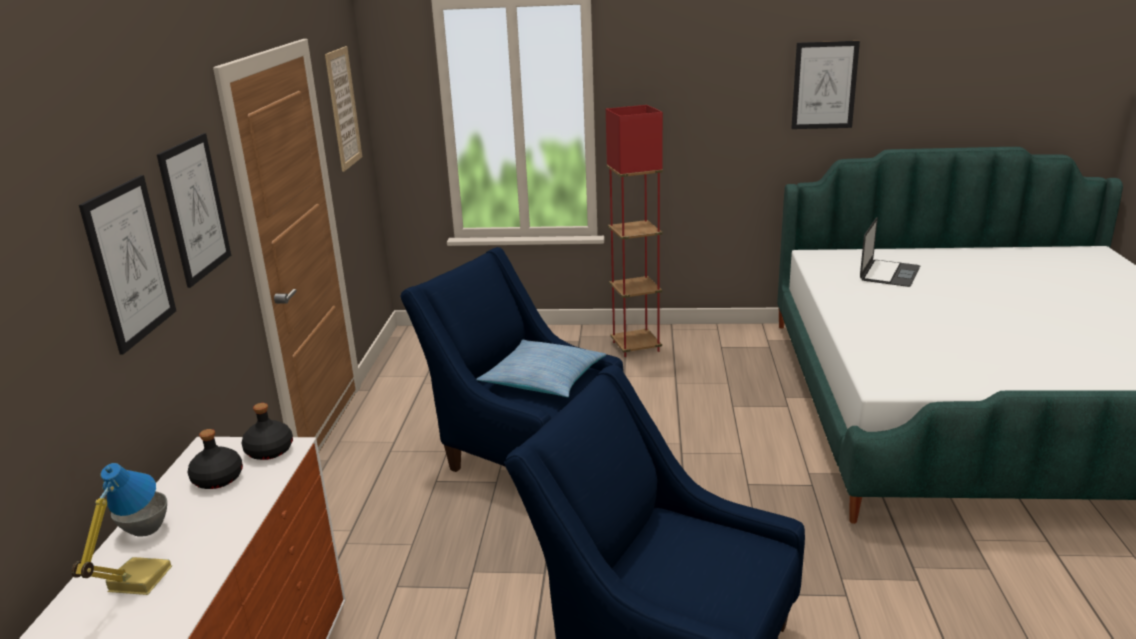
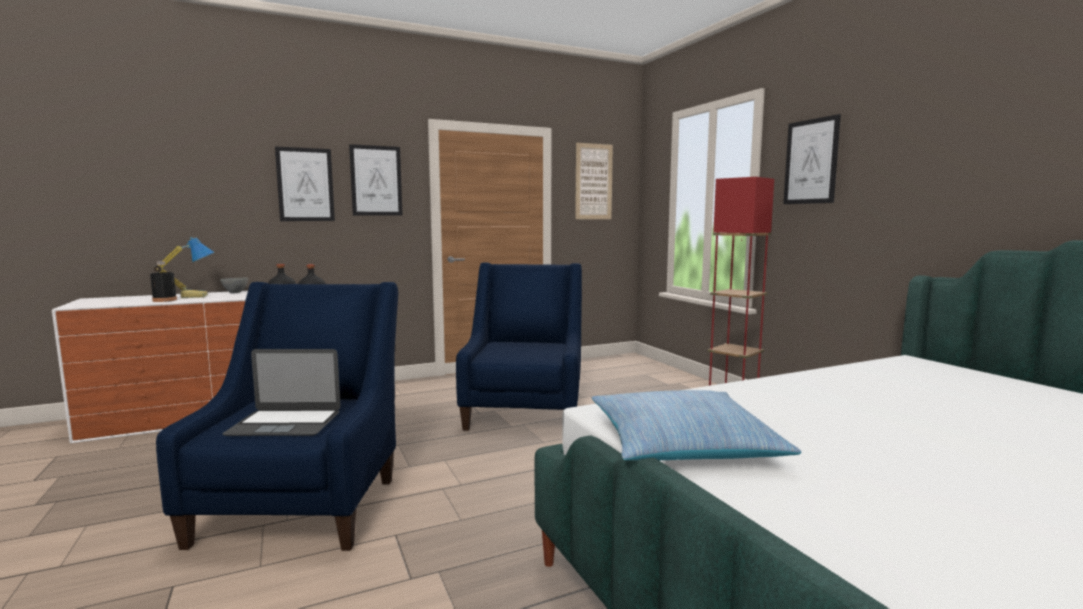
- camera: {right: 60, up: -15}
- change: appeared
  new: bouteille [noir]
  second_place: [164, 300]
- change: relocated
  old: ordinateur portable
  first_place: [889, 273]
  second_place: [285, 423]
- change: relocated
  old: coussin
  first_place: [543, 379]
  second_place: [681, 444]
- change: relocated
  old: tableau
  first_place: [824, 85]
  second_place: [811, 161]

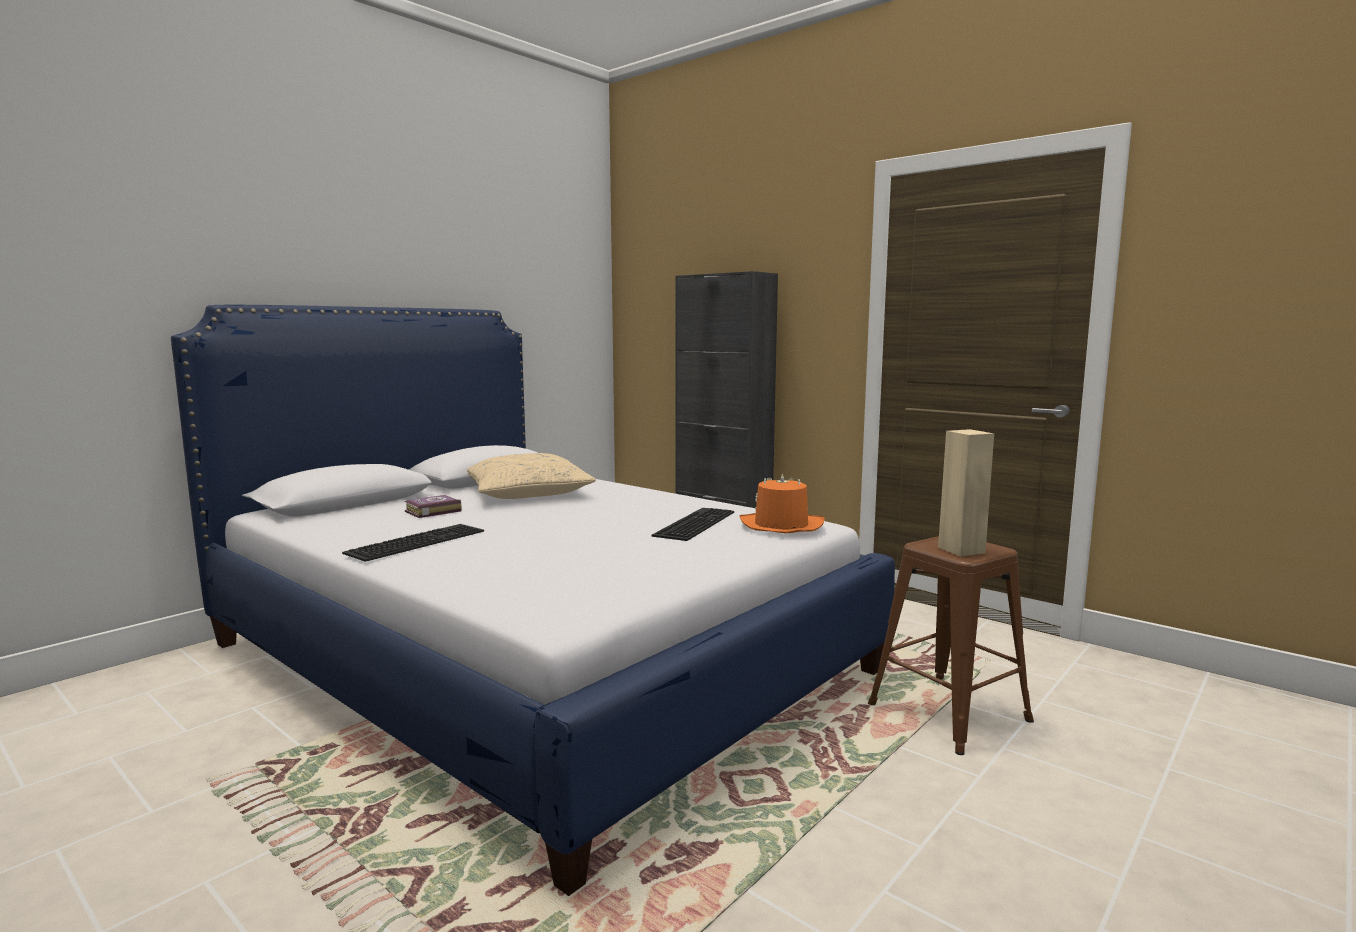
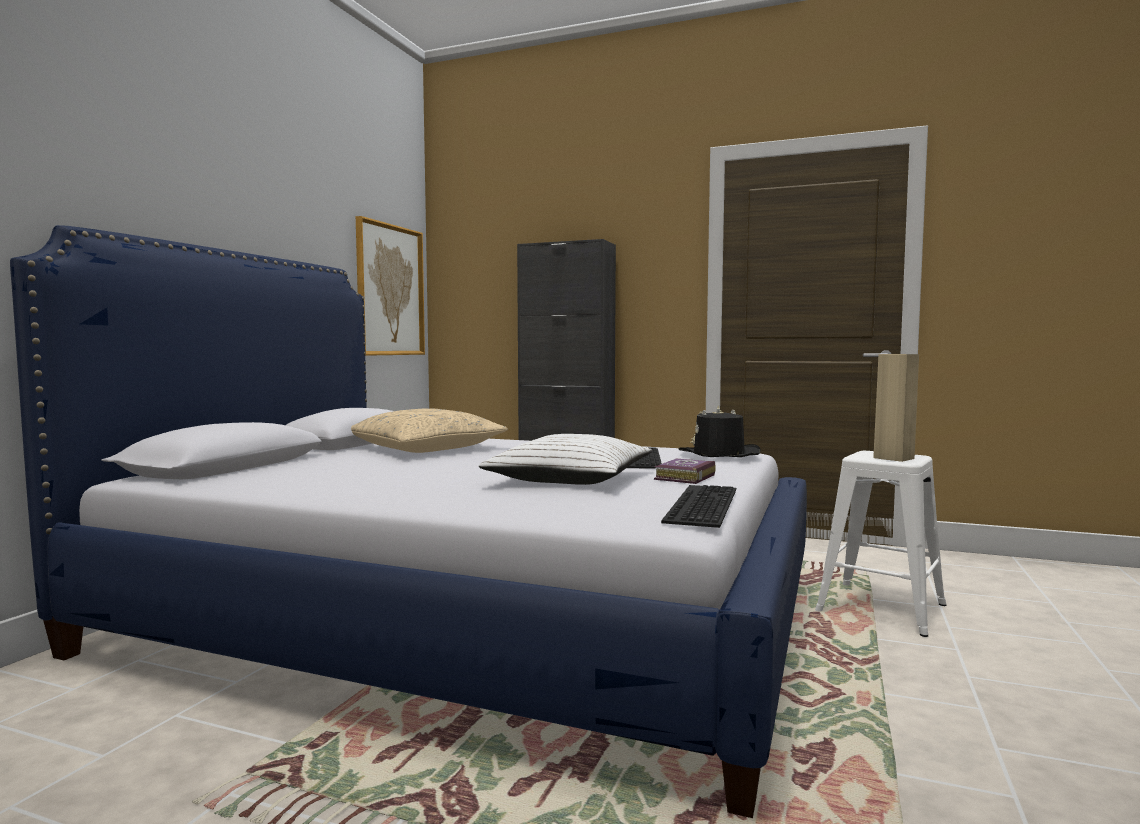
- camera: {right: -20, up: -5}
- change: appeared
  new: tableau
  second_place: [390, 290]
- change: appeared
  new: coussin [blanc]
  second_place: [569, 478]
- change: relocated
  old: livre
  first_place: [431, 511]
  second_place: [683, 477]
- change: relocated
  old: clavier
  first_place: [416, 541]
  second_place: [699, 504]
- change: colour
  old: chapeau [orange]
  new: chapeau [noir]
  first_place: [781, 525]
  second_place: [719, 454]
- change: colour
  old: tabouret [marron]
  new: tabouret [blanc]
  first_place: [948, 711]
  second_place: [880, 607]

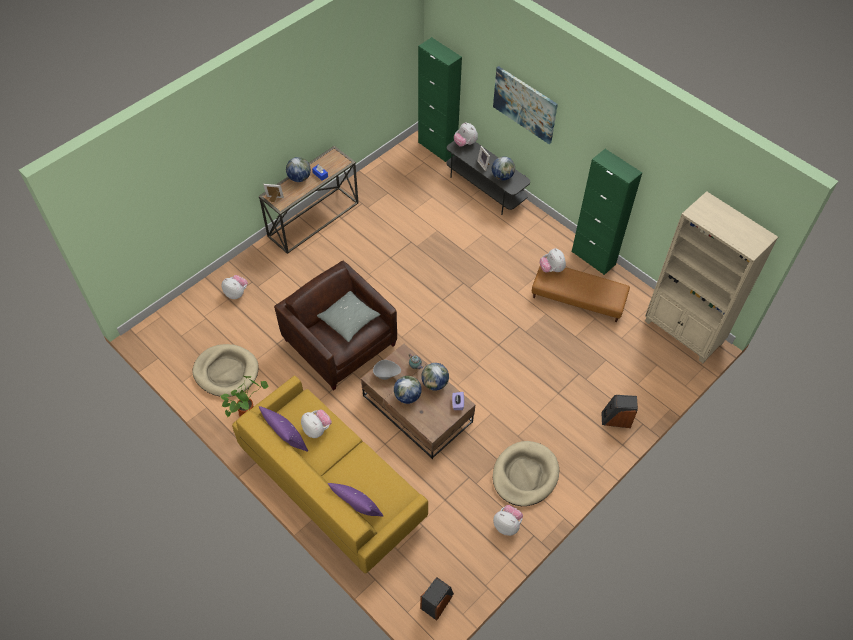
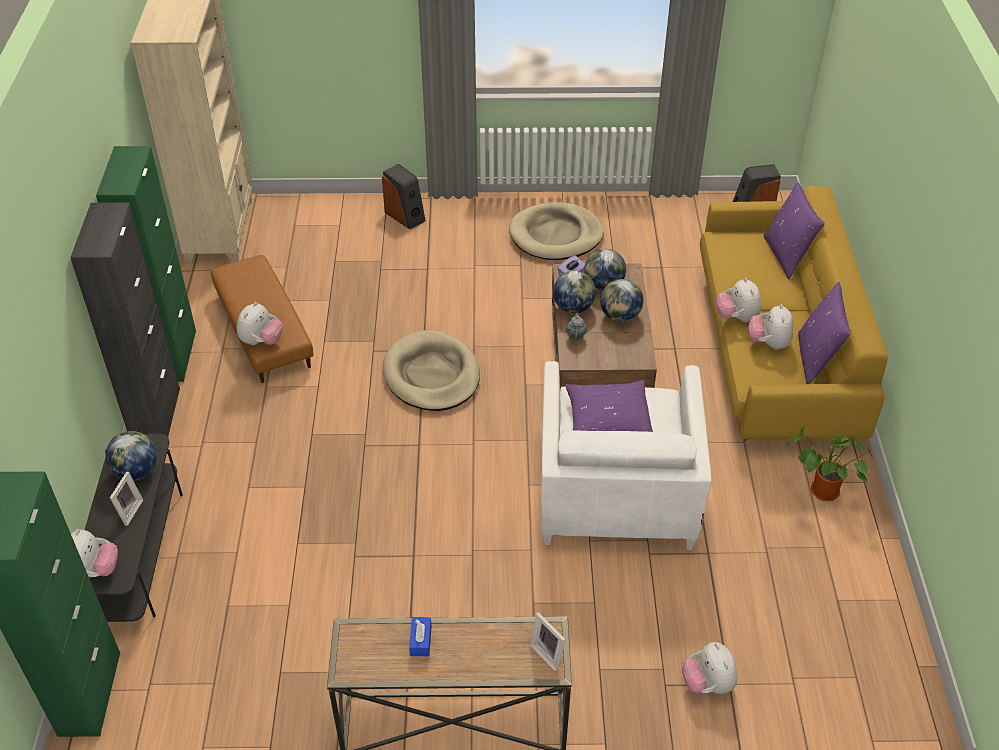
- camera: {right: -135, up: -10}
- change: appeared
  new: meuble de rangement [noir]
  second_place: [156, 416]
- change: relocated
  old: panier pour chien [beige]
  first_place: [226, 372]
  second_place: [432, 375]
- change: colour
  old: fauteuil [marron]
  new: fauteuil [blanc]
  first_place: [340, 342]
  second_place: [615, 490]
- change: colour
  old: coussin [gris]
  new: coussin [violet]
  first_place: [349, 319]
  second_place: [608, 421]
- change: relocated
  old: globe
  first_place: [299, 178]
  second_place: [603, 285]
- change: relocated
  old: peluche
  first_place: [507, 525]
  second_place: [736, 317]
- change: missing
  old: bol [gris]
  first_place: [386, 374]
- change: missing
  old: tableau
  first_place: [525, 104]

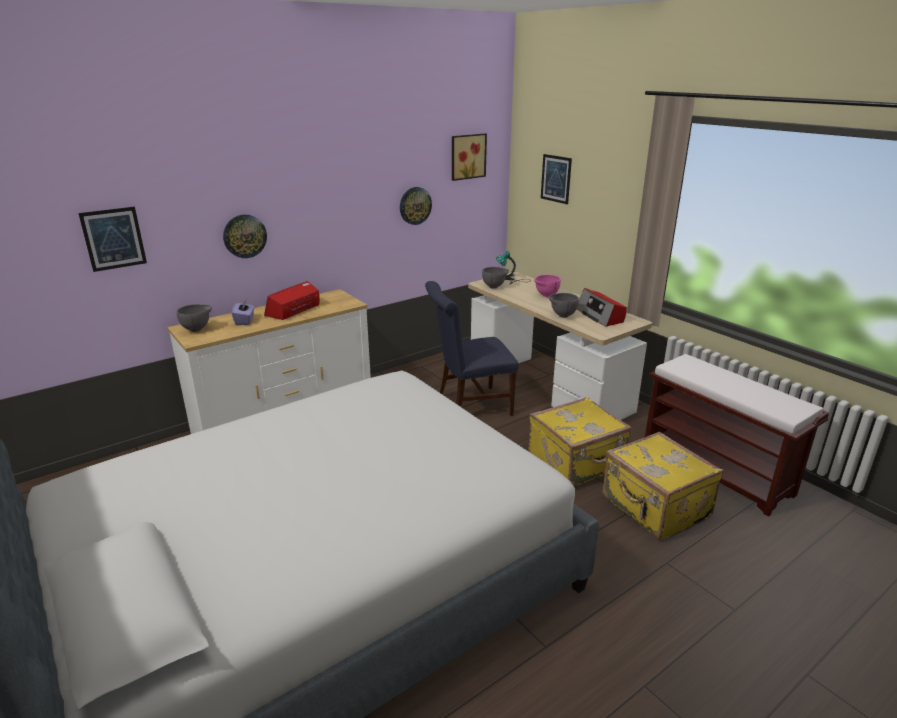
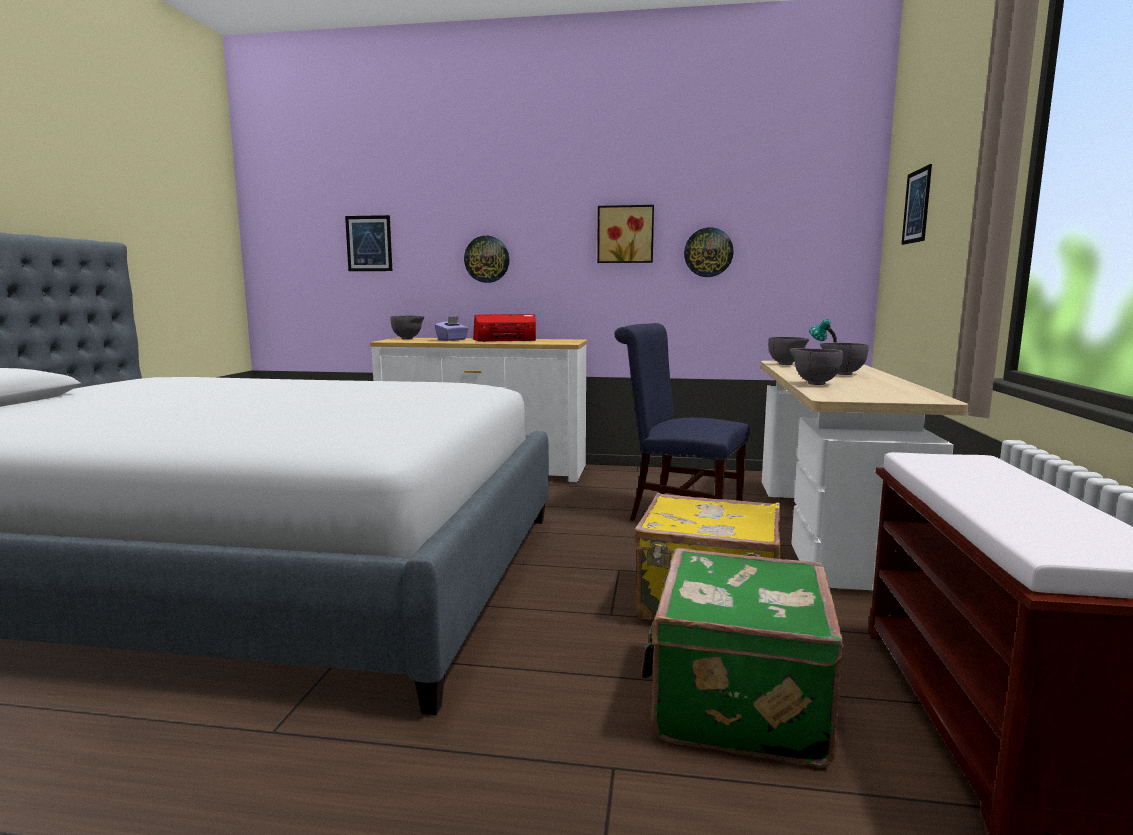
- camera: {right: 45, up: -15}
- change: relocated
  old: tableau
  first_place: [467, 156]
  second_place: [625, 234]
- change: colour
  old: valise [jaune]
  new: valise [vert]
  first_place: [654, 508]
  second_place: [736, 701]
- change: colour
  old: bol [rose]
  new: bol [gris]
  first_place: [545, 296]
  second_place: [841, 374]
- change: missing
  old: radio
  first_place: [600, 316]

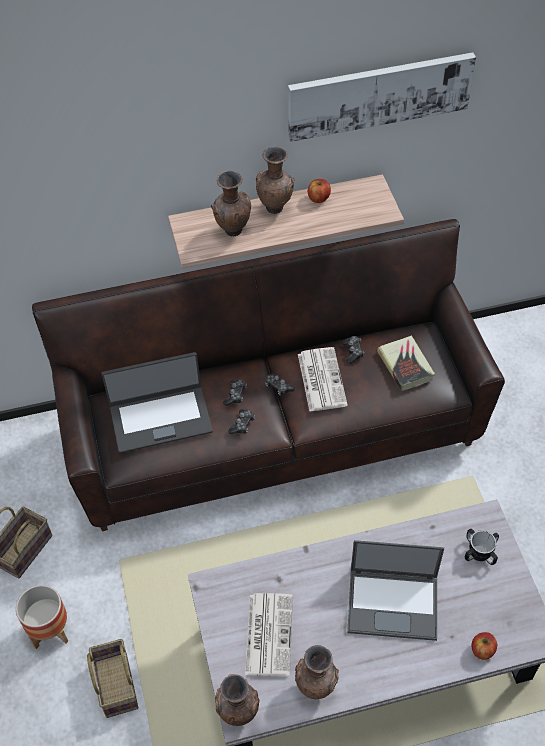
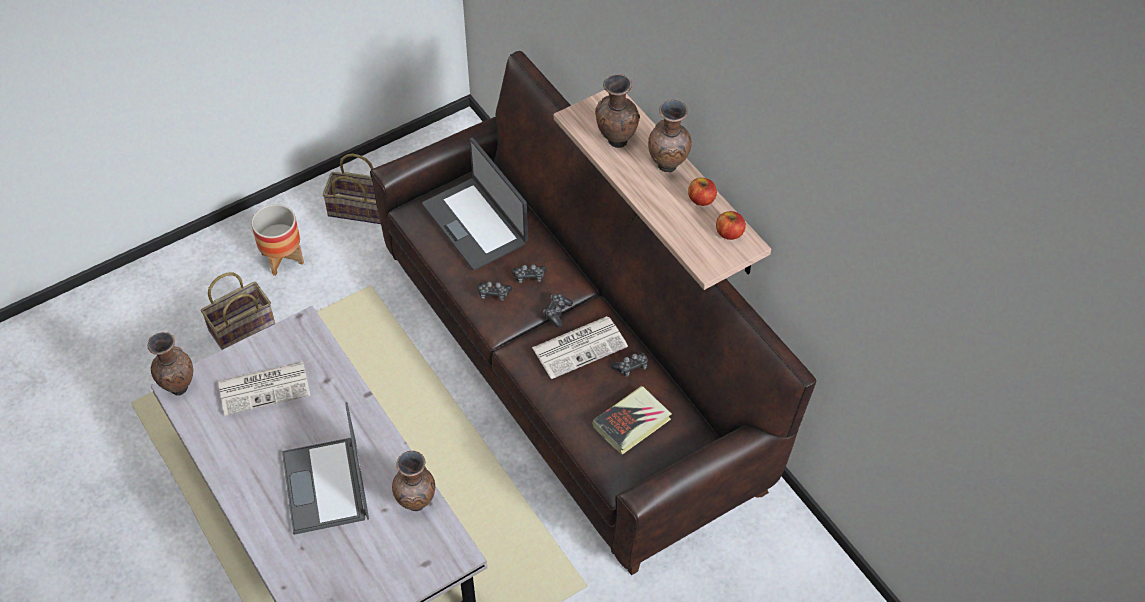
- camera: {right: 70, up: 0}
- change: relocated
  old: vase [marron]
  first_place: [316, 687]
  second_place: [417, 504]
- change: relocated
  old: pomme
  first_place: [482, 650]
  second_place: [729, 233]
- change: missing
  old: tableau
  first_place: [379, 94]
- change: missing
  old: mug
  first_place: [479, 553]

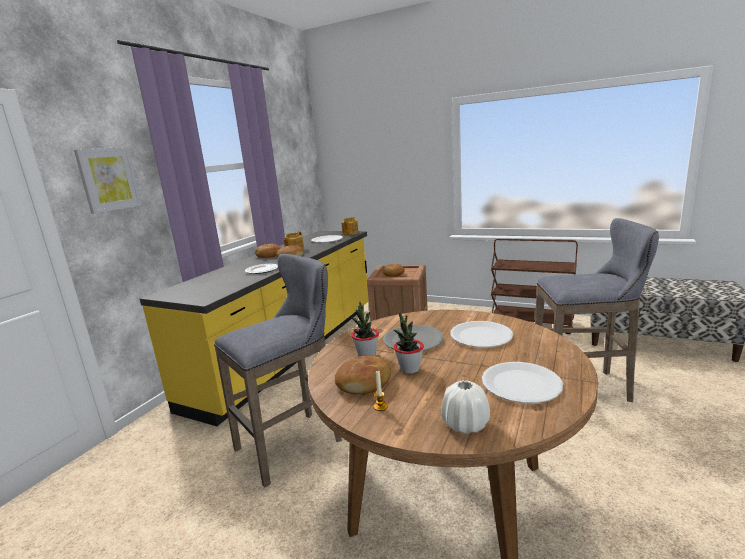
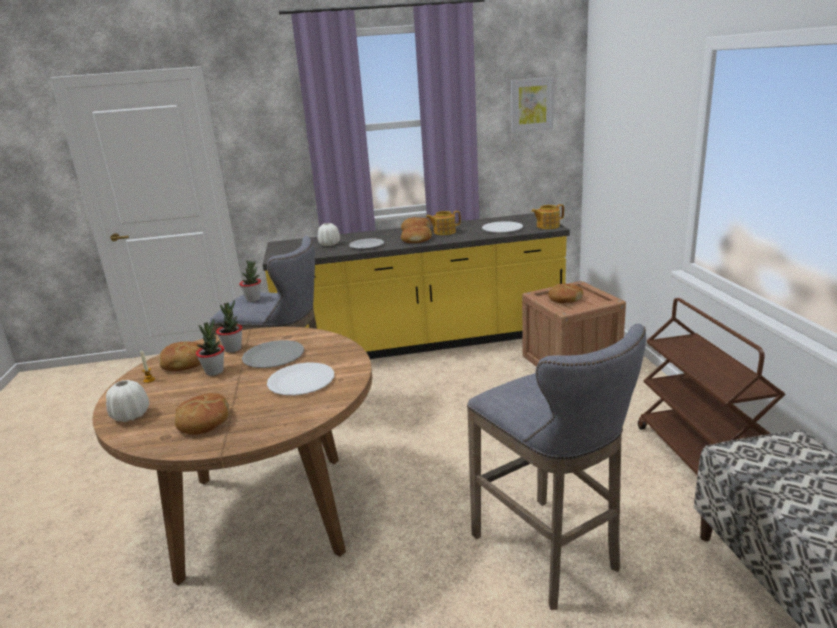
- camera: {right: 55, up: 5}
- change: exchanged
  old: assiette [blanc]
  new: pain
  first_place: [521, 384]
  second_place: [203, 422]
- change: appeared
  new: plante en pot
  second_place: [253, 299]
- change: appeared
  new: vase [blanc]
  second_place: [329, 244]
- change: relocated
  old: tableau
  first_place: [108, 179]
  second_place: [531, 104]

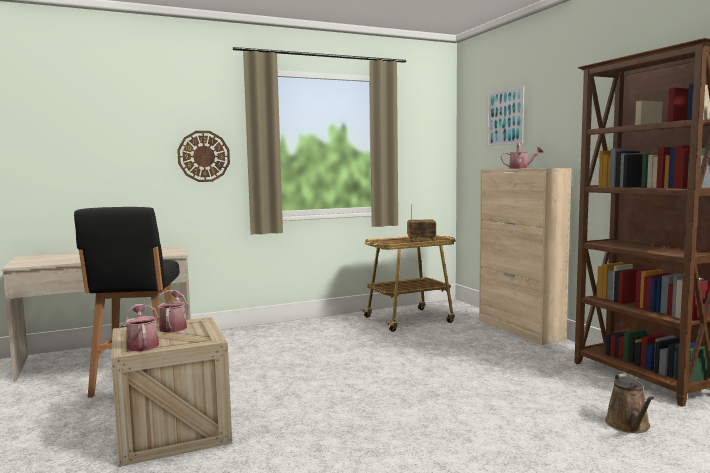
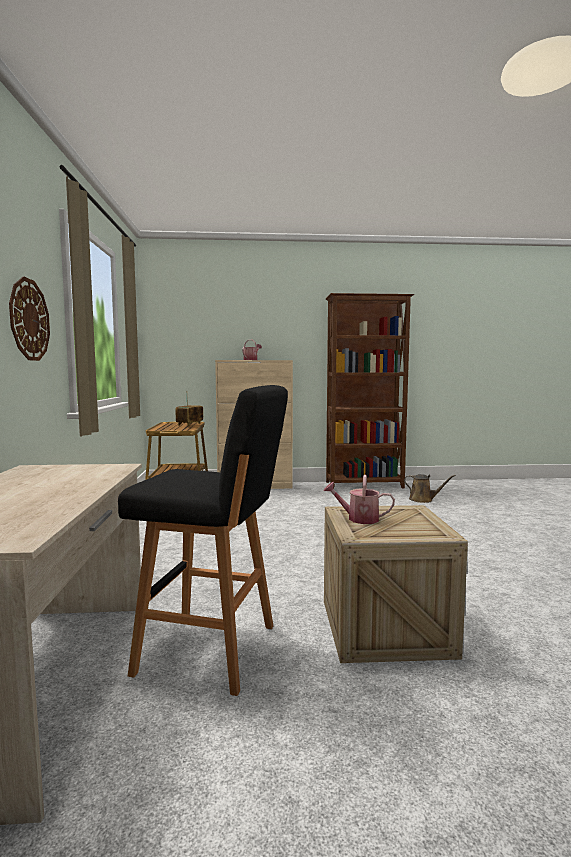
- camera: {right: -70, up: 0}
- change: missing
  old: arrosoir
  first_place: [142, 345]
- change: missing
  old: tableau
  first_place: [505, 117]

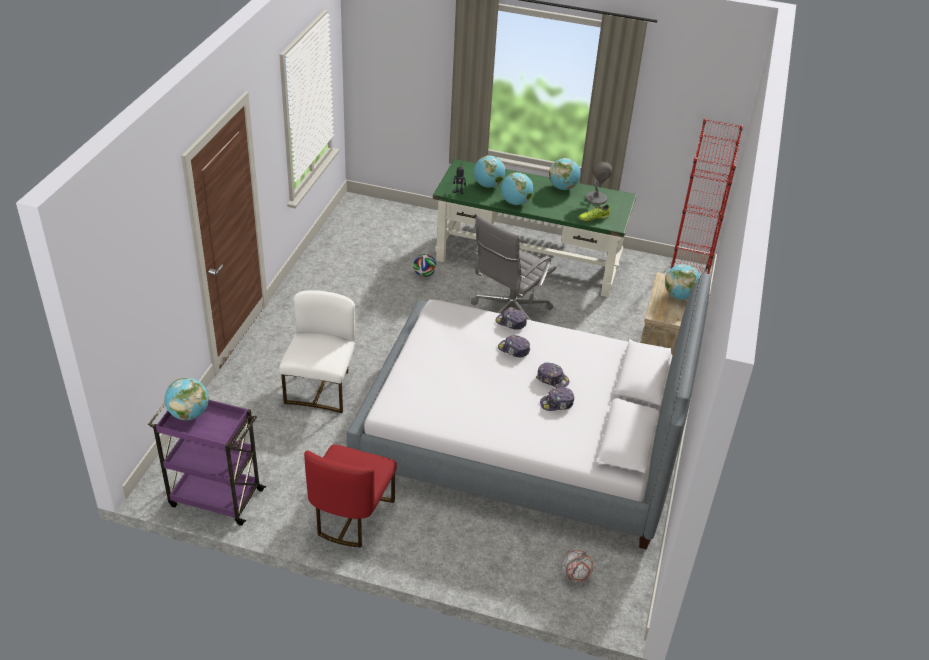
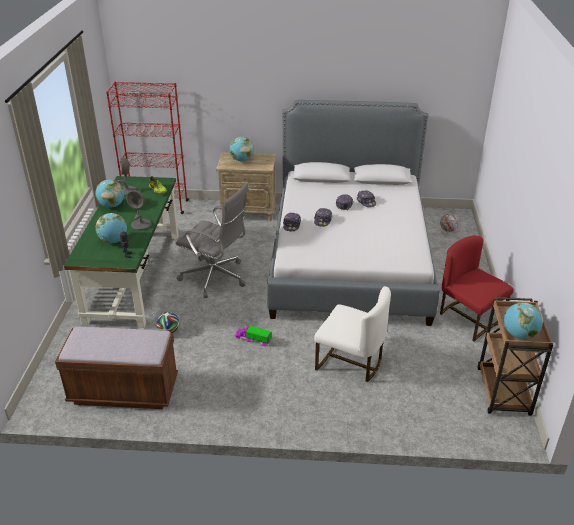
- camera: {right: -100, up: -5}
- change: appeared
  new: banc [marron]
  second_place: [124, 391]
- change: exchanged
  old: globe
  new: lampe de table [gris]
  first_place: [515, 202]
  second_place: [141, 225]
- change: appeared
  new: camion jouet
  second_place: [253, 339]
- change: spun
  old: chaise [blanc]
  first_place: [321, 388]
  second_place: [350, 362]
  degrees: -150
- change: spun
  old: chaise [rouge]
  first_place: [351, 516]
  second_place: [469, 318]
  degrees: -135
- change: colour
  old: chariot [violet]
  new: chariot [marron]
  first_place: [214, 497]
  second_place: [503, 393]

